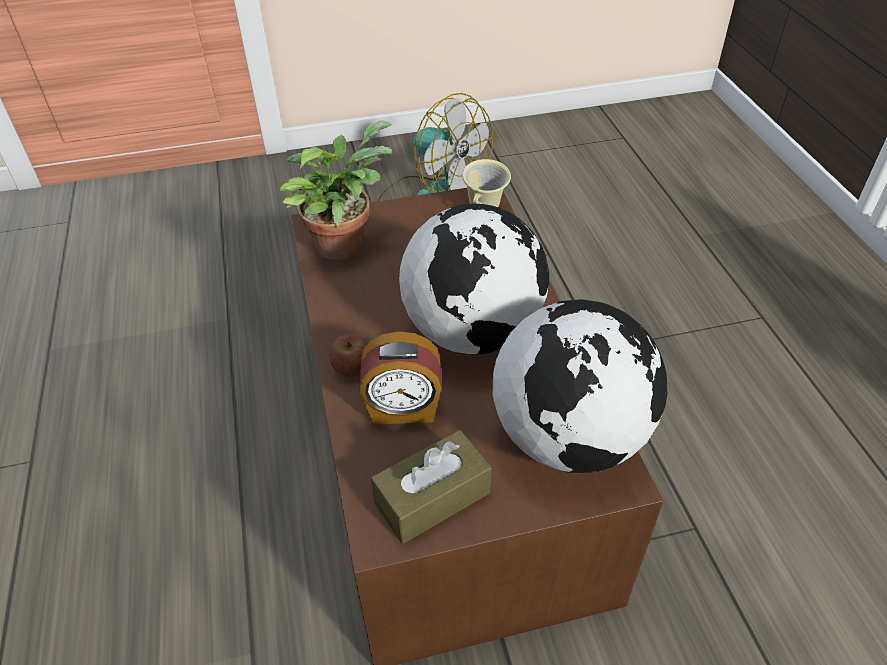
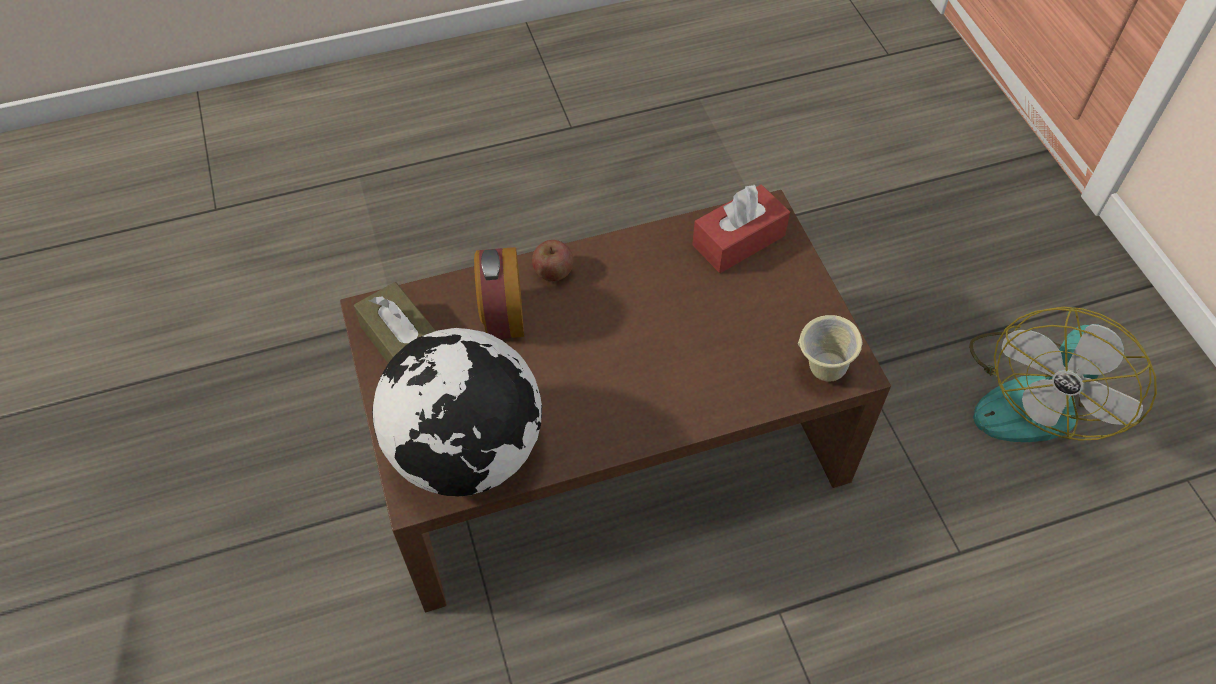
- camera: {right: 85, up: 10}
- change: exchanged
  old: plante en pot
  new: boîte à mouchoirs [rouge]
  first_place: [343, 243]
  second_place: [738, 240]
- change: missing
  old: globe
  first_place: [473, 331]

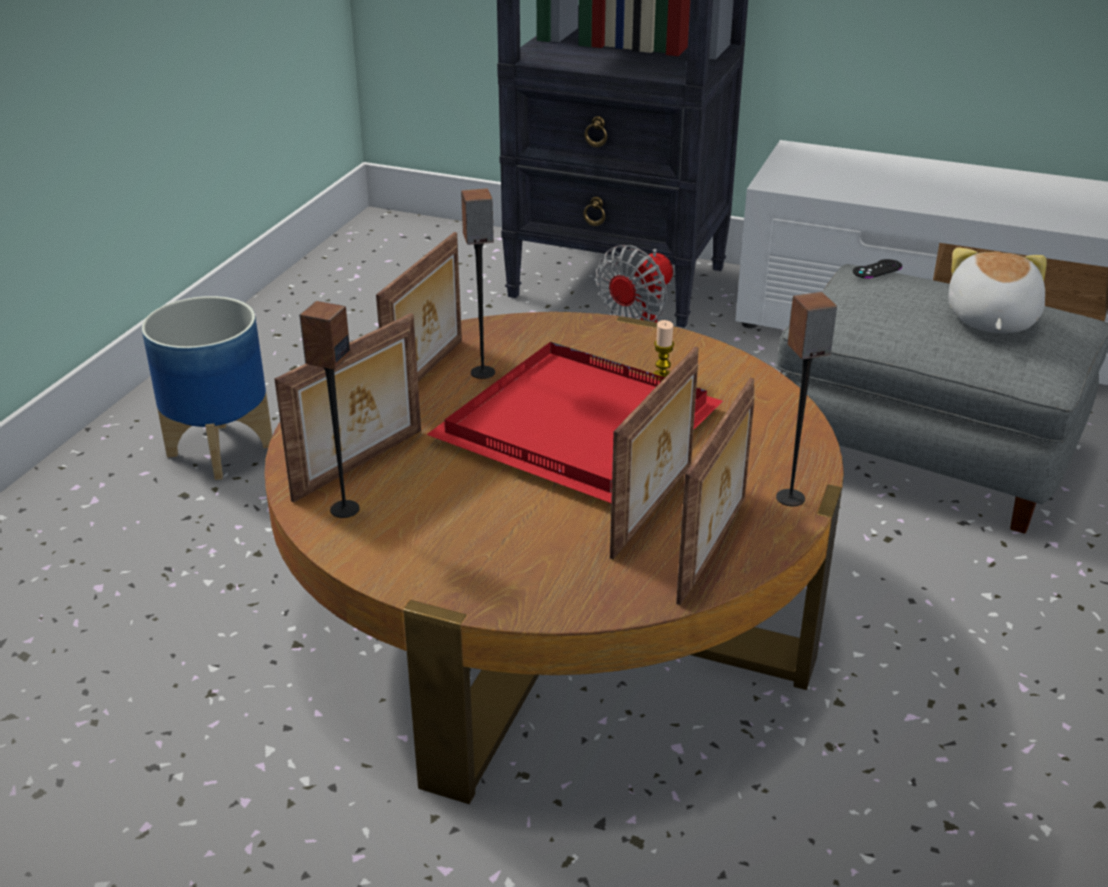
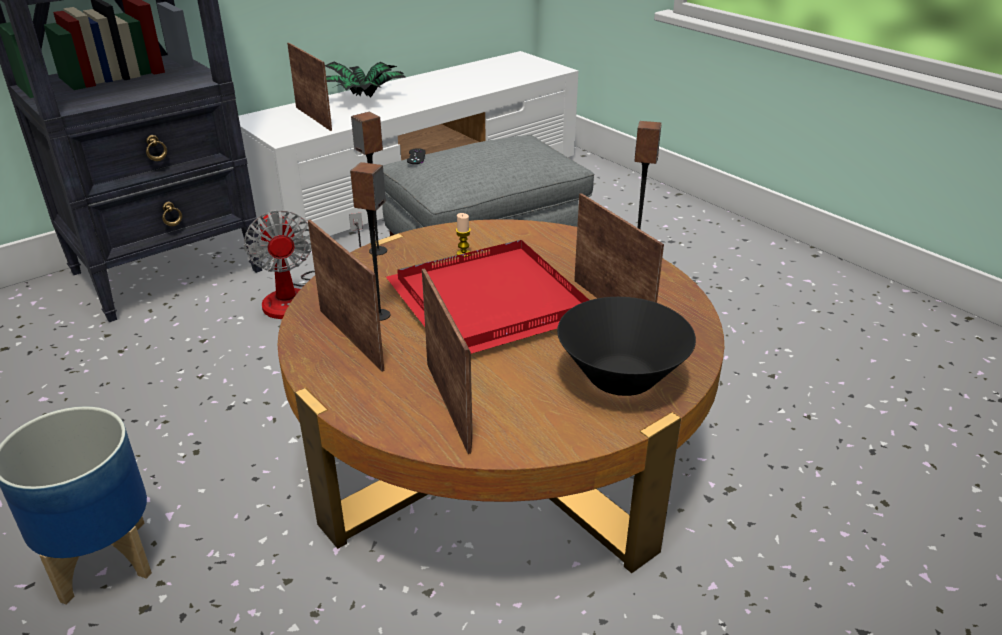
- camera: {right: -60, up: 0}
- change: relocated
  old: cadre photo
  first_place: [714, 550]
  second_place: [315, 118]
- change: appeared
  new: plante en pot
  second_place: [362, 98]
- change: relocated
  old: enceinte
  first_place: [344, 509]
  second_place: [377, 251]
- change: appeared
  new: bol [noir]
  second_place: [621, 378]
- change: missing
  old: peluche
  first_place: [990, 320]

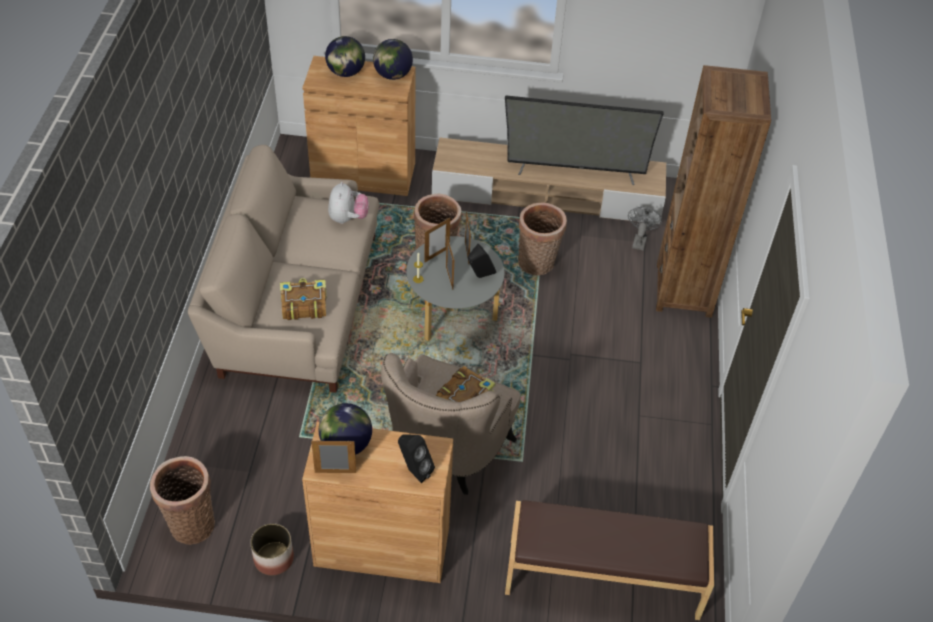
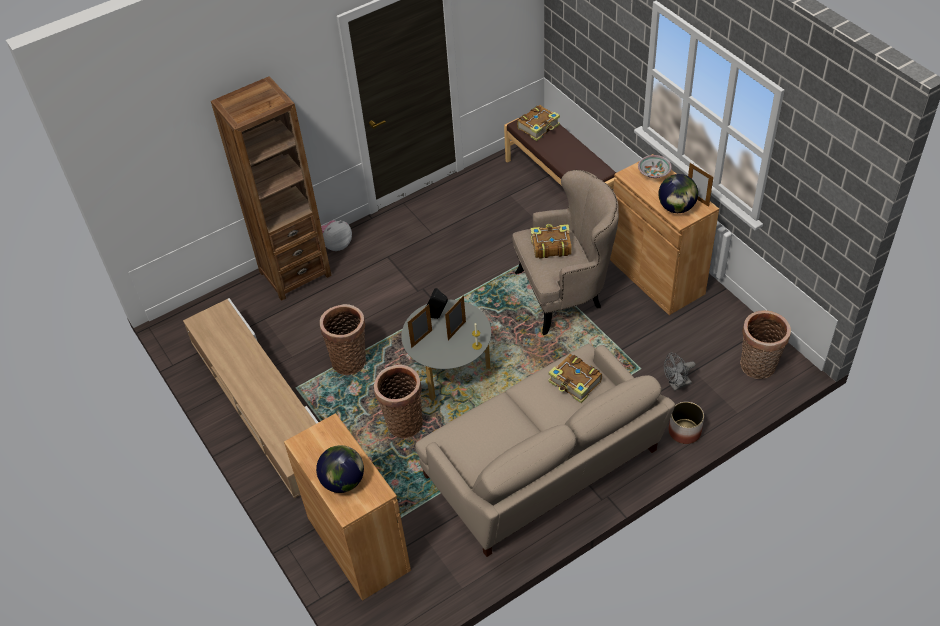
- camera: {right: -125, up: 0}
- change: relocated
  old: peluche
  first_place: [348, 218]
  second_place: [336, 245]
- change: appeared
  new: livre
  second_place: [539, 127]
- change: exchanged
  old: enceinte [noir]
  new: bol
  first_place: [414, 471]
  second_place: [653, 173]
- change: relocated
  old: ventilateur [gris]
  first_place: [639, 240]
  second_place: [676, 385]
- change: relocated
  old: cache-pot
  first_place: [273, 558]
  second_place: [684, 431]
- change: missing
  old: globe
  first_place: [392, 75]
- change: missing
  old: cadre photo
  first_place: [436, 255]
- change: missing
  old: téléviseur
  first_place: [575, 170]

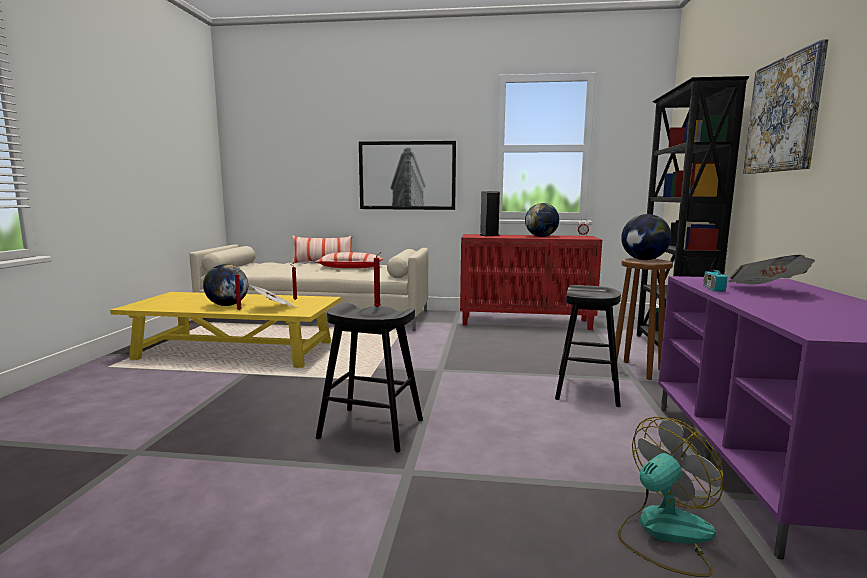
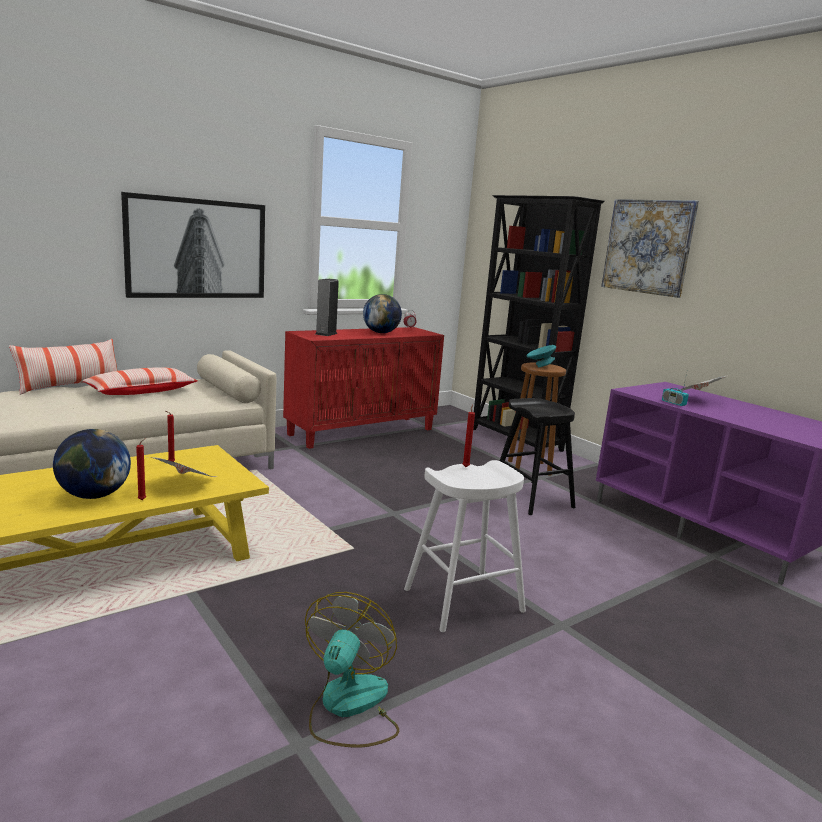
- camera: {right: -45, up: 5}
- change: relocated
  old: ventilateur
  first_place: [664, 533]
  second_place: [348, 707]
- change: colour
  old: tabouret [noir]
  new: tabouret [blanc]
  first_place: [371, 429]
  second_place: [464, 600]
- change: exchanged
  old: globe
  new: bol [turquoise]
  first_place: [644, 260]
  second_place: [539, 365]

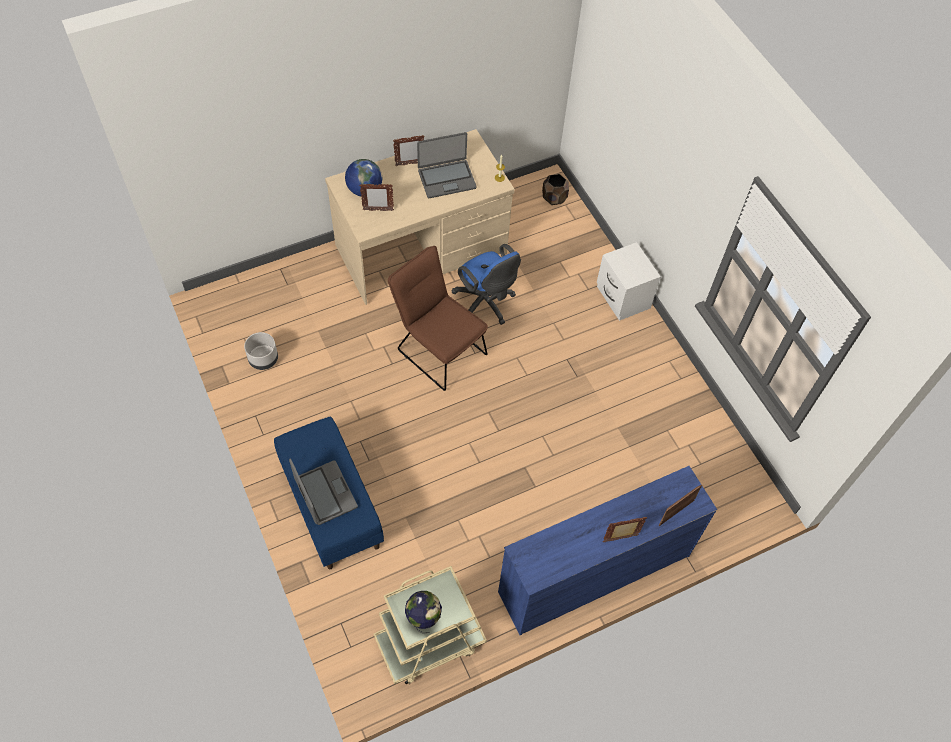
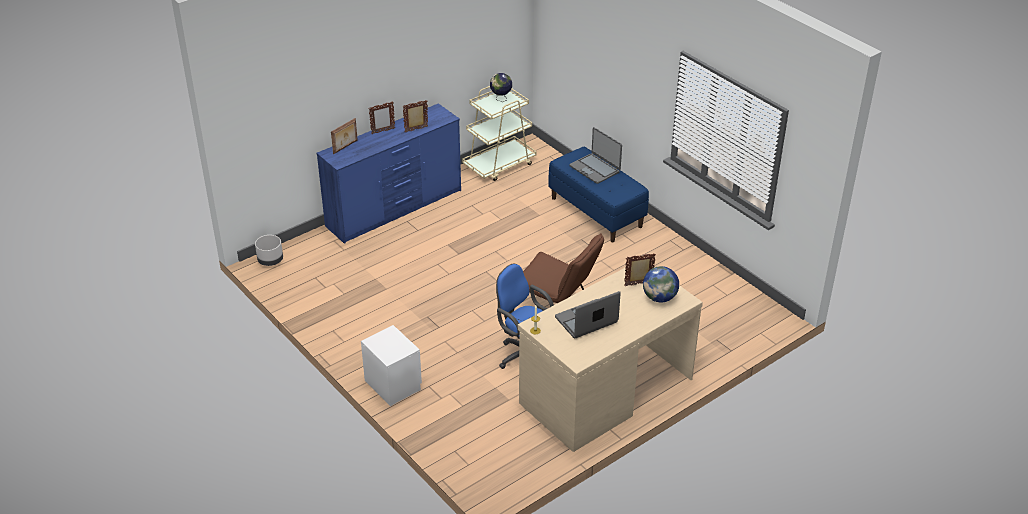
- camera: {right: 170, up: -20}
- change: relocated
  old: cache-pot [gris]
  first_place: [263, 359]
  second_place: [270, 260]
- change: relocated
  old: cadre photo
  first_place: [409, 164]
  second_place: [416, 129]
- change: missing
  old: cache-pot [marron]
  first_place: [554, 198]

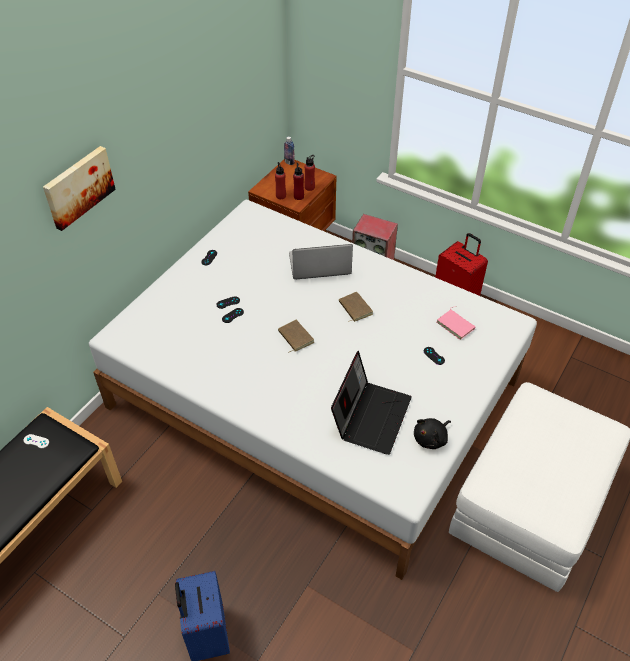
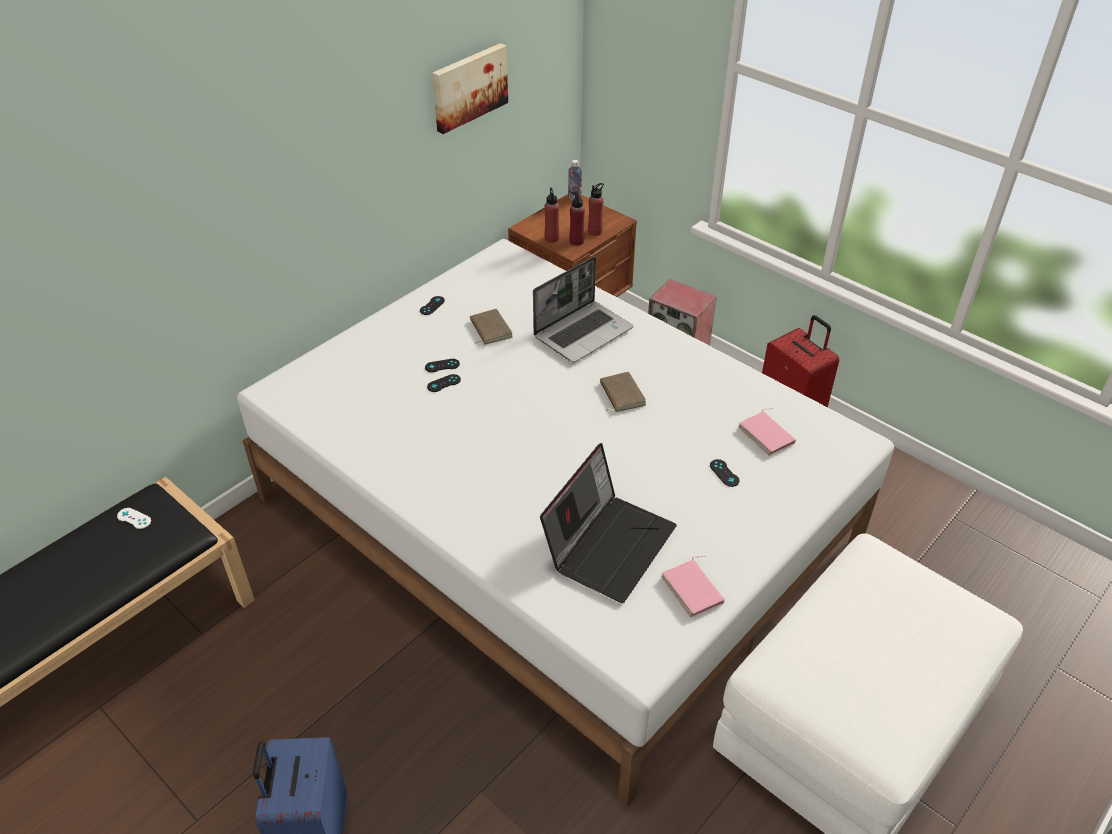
- camera: {right: 10, up: -5}
- change: relocated
  old: tableau
  first_place: [78, 186]
  second_place: [468, 87]
- change: relocated
  old: livre [marron]
  first_place: [294, 337]
  second_place: [489, 329]
- change: spun
  old: ordinateur portable
  first_place: [319, 265]
  second_place: [583, 332]
  degrees: 135
- change: exchanged
  old: peluche [noir]
  new: livre [rose]
  first_place: [431, 438]
  second_place: [694, 590]

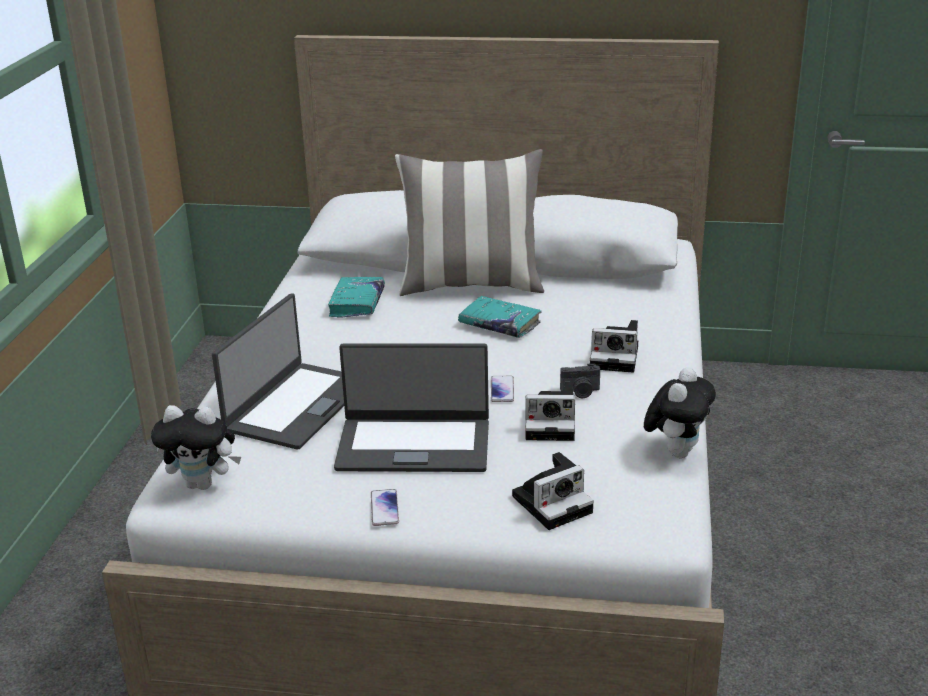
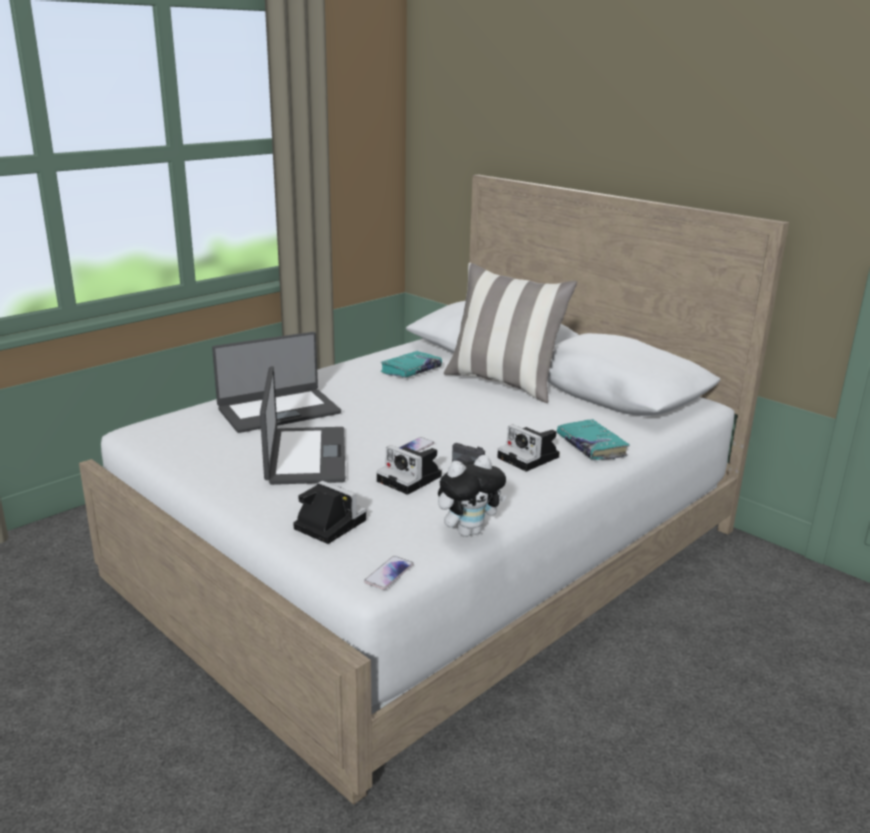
- camera: {right: 35, up: -5}
- change: spun
  old: ordinateur portable
  first_place: [414, 445]
  second_place: [304, 456]
  degrees: -135
- change: spun
  old: appareil photo
  first_place: [554, 503]
  second_place: [327, 524]
  degrees: -150
- change: relocated
  old: téléphone
  first_place: [384, 508]
  second_place: [389, 573]
- change: relocated
  old: livre [turquoise]
  first_place: [499, 325]
  second_place: [591, 447]
- change: missing
  old: peluche
  first_place: [203, 484]

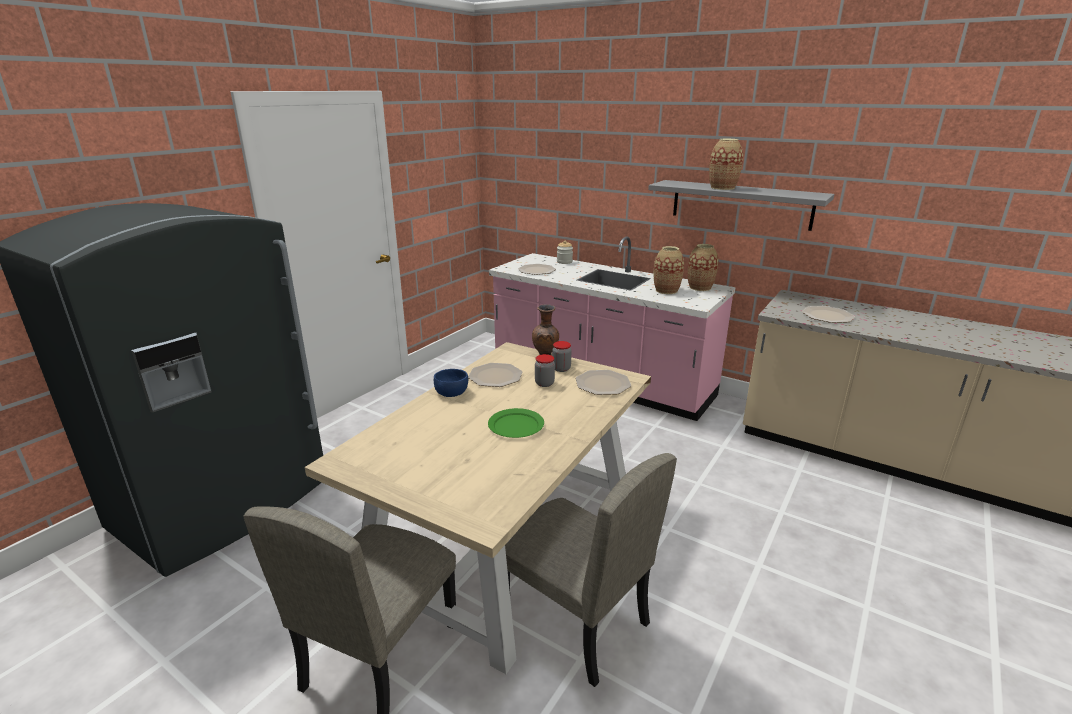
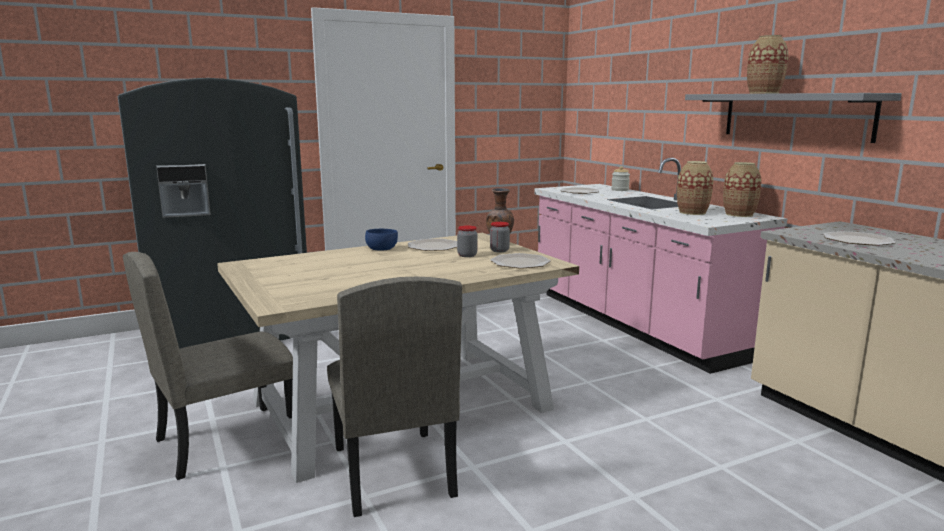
- camera: {right: 30, up: -10}
- change: missing
  old: assiette [vert]
  first_place: [516, 426]

